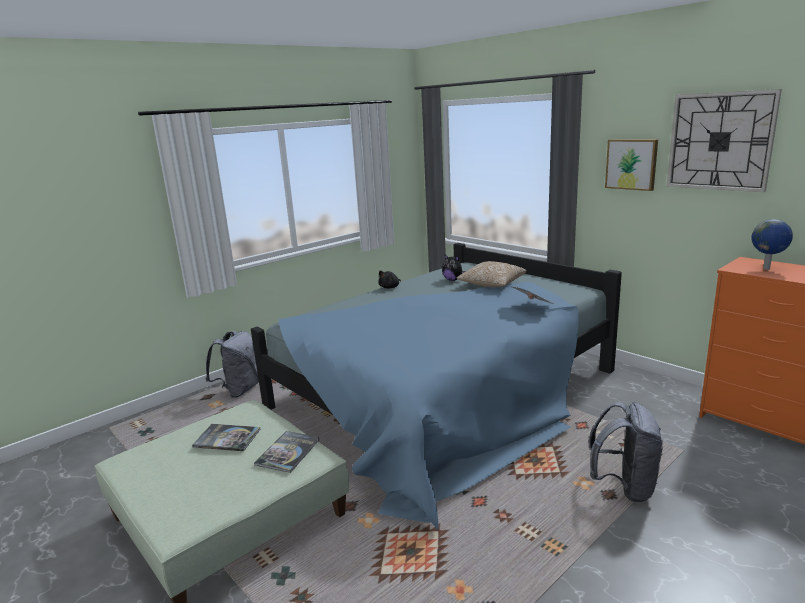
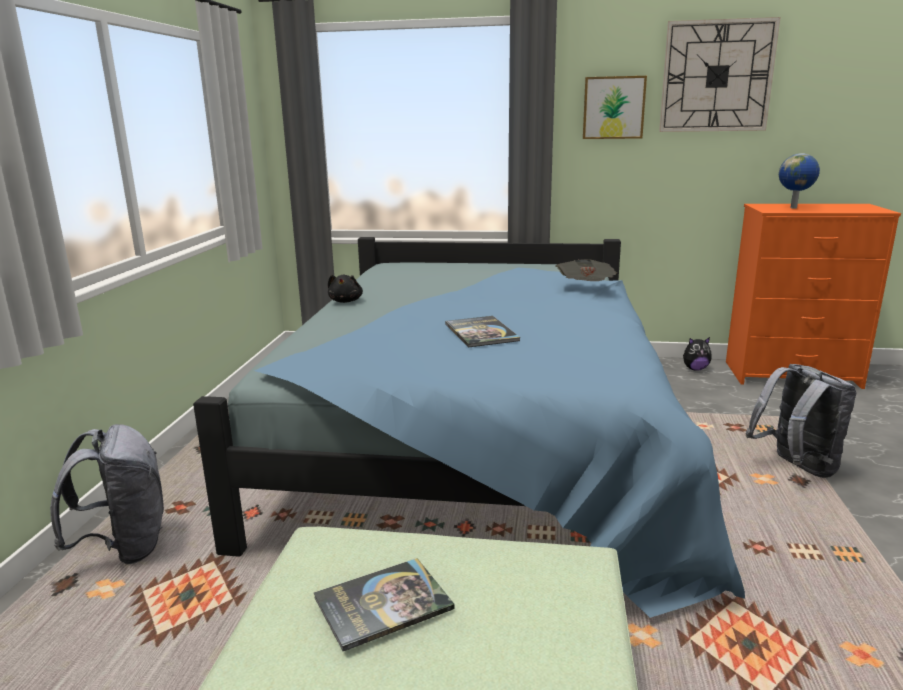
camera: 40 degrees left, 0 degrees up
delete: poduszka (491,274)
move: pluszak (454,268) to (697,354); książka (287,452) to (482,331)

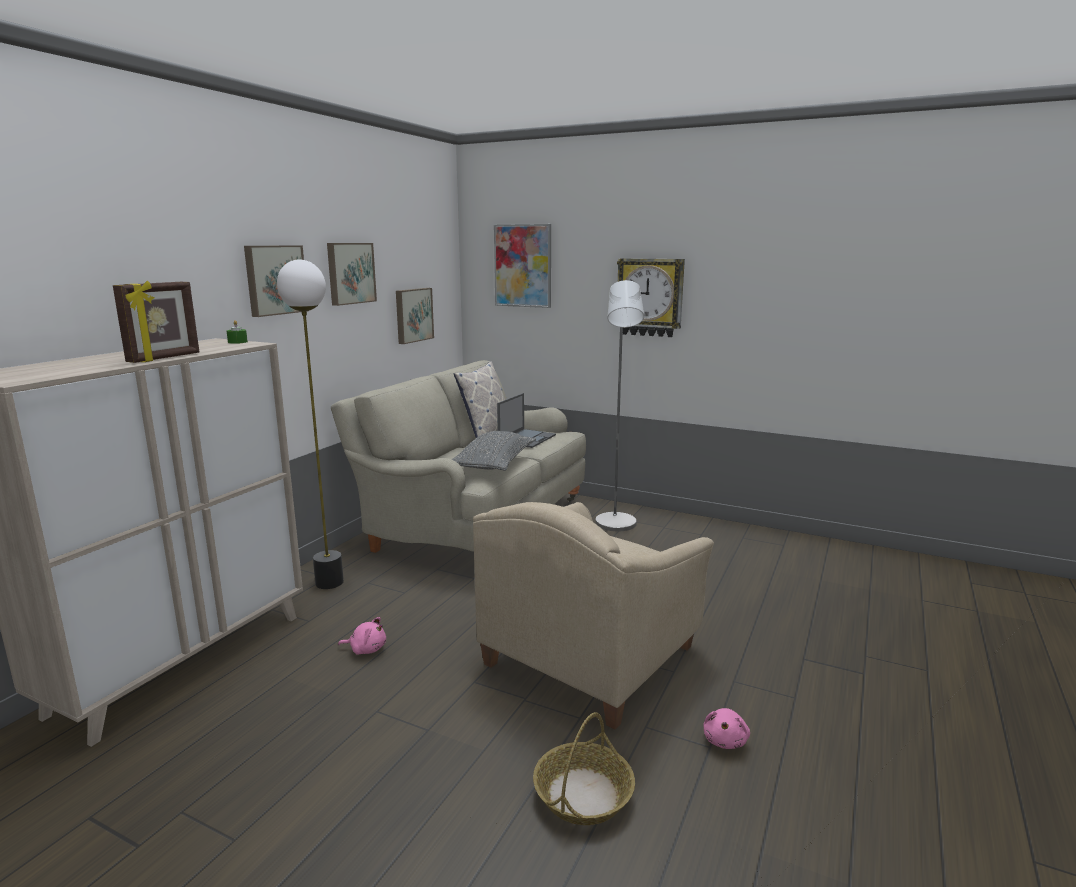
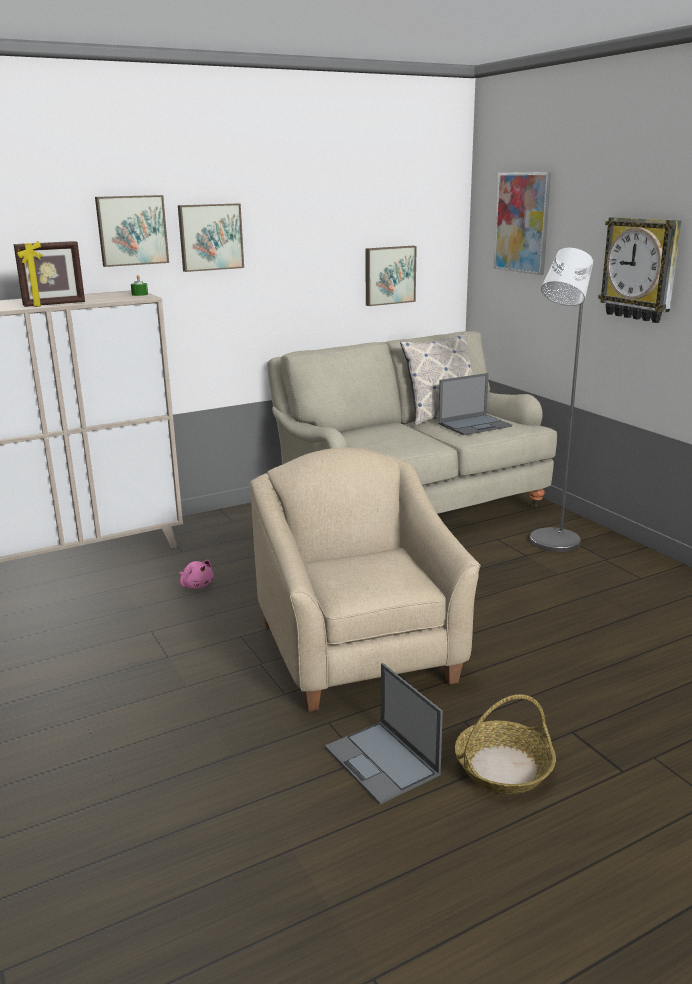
camera: 35 degrees right, 5 degrees up
delete: lampa stojąca (310,424); poduszka [szary] (494,451)
move: obraz (352,274) to (132,231); koszyk (584,768) to (505,744)
replace: pluszak [różowy] (726,728) to laptop (384,734)
rotate: fotel [beżowy] (593,615) = (365,580) 90 degrees clockwise

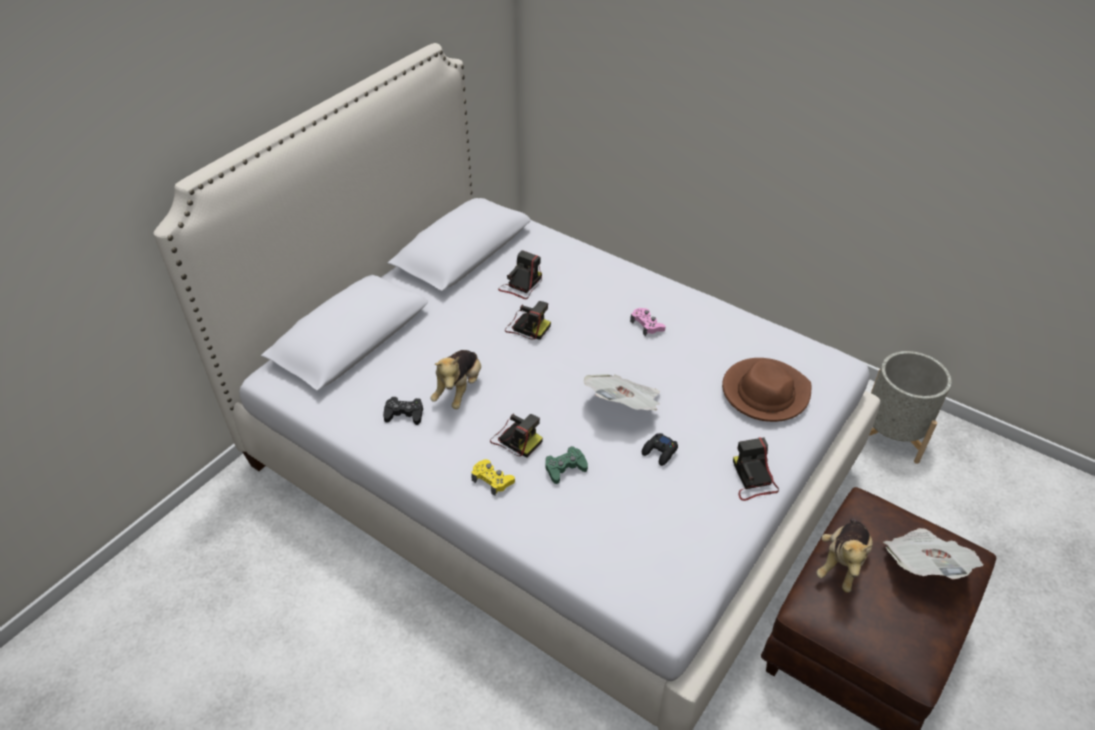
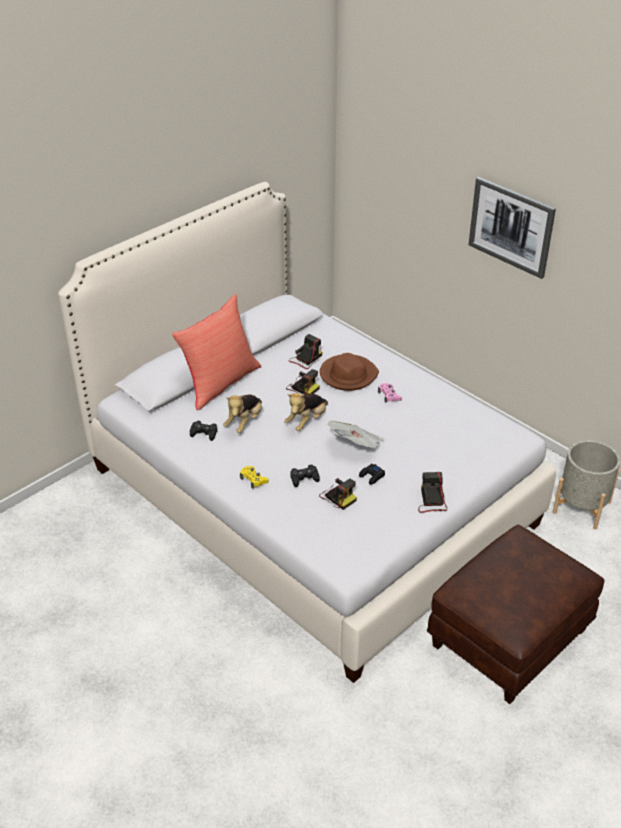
camera: 10 degrees right, 5 degrees down
delete: gazeta (933,553)
insert: obraz (512,228); poduszka [czerwony] (216,352)
move: kapelusz [brązowy] (766,390) to (349,372); aparat fotograficzny (516,435) to (338,494); pluszak (844,556) to (306,412)
recolor: pad do gier [zielony] (566,465) to pad do gier [czarny] (304,475)

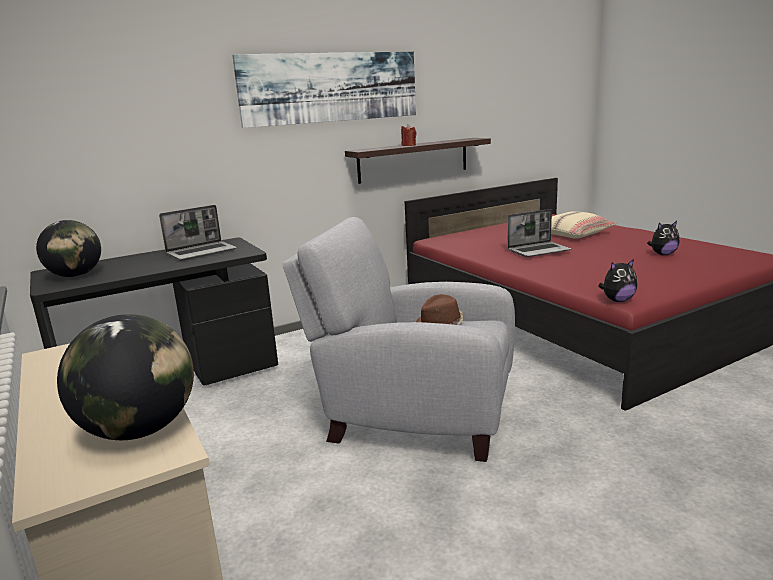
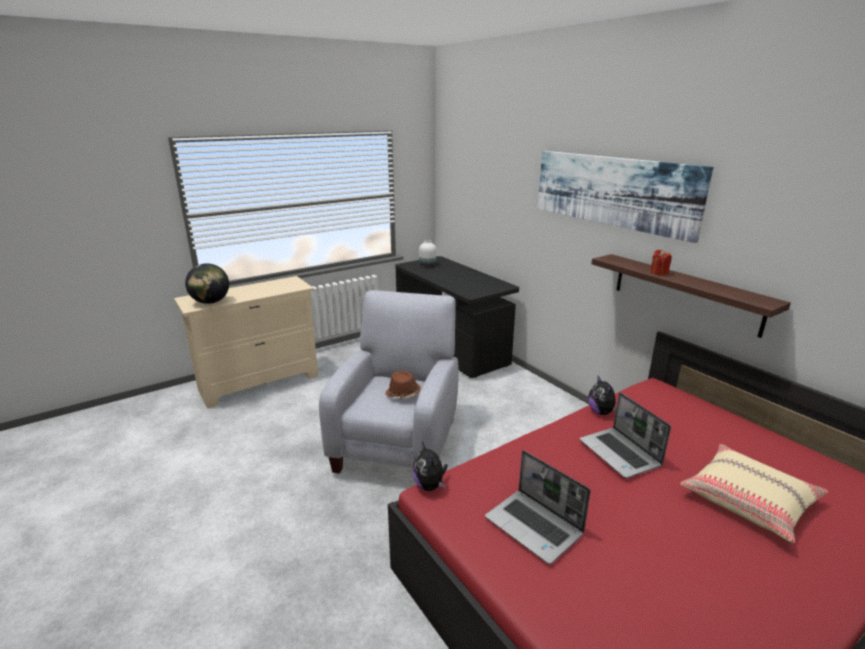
camera: 85 degrees right, 5 degrees up
move: laptop (198,233) to (538,507); pluszak (663,238) to (602,395)
replace: globus (68,248) to wazon [biały] (427,253)

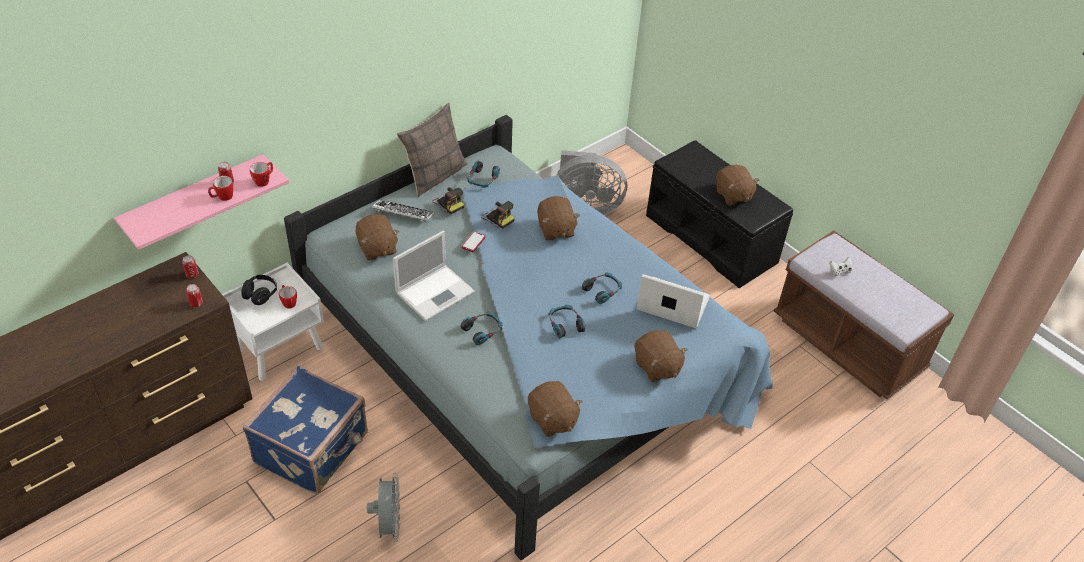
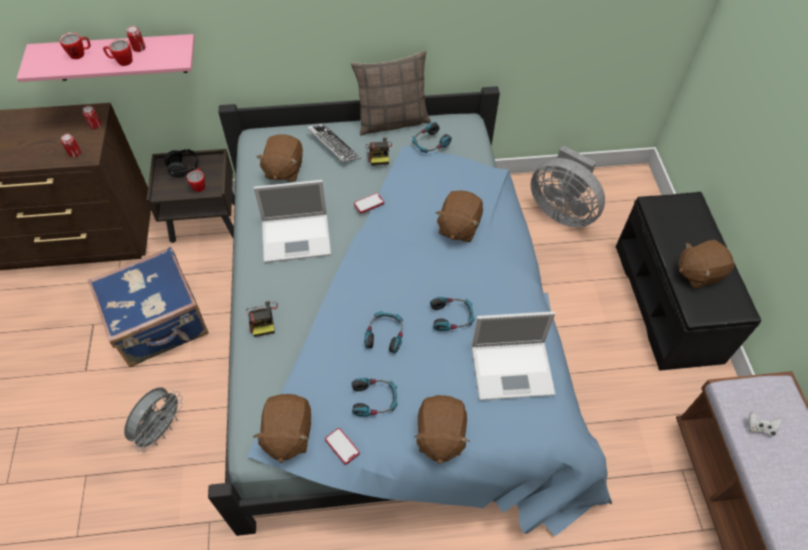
camera: 35 degrees right, 10 degrees up
insert: telefon (342,446)
move: kubek (261,174) to (75,45); aparat fotograficzny (498,215) to (262,319); słuchawki (481,328) to (374,397)
recolor: szafka nocna [biały] (273,322) to szafka nocna [brązowy] (191,196)
rotate: pluszak [brązowy] (737,185) = (706,264) 60 degrees clockwise; laptop (673,301) = (514,355) 120 degrees clockwise

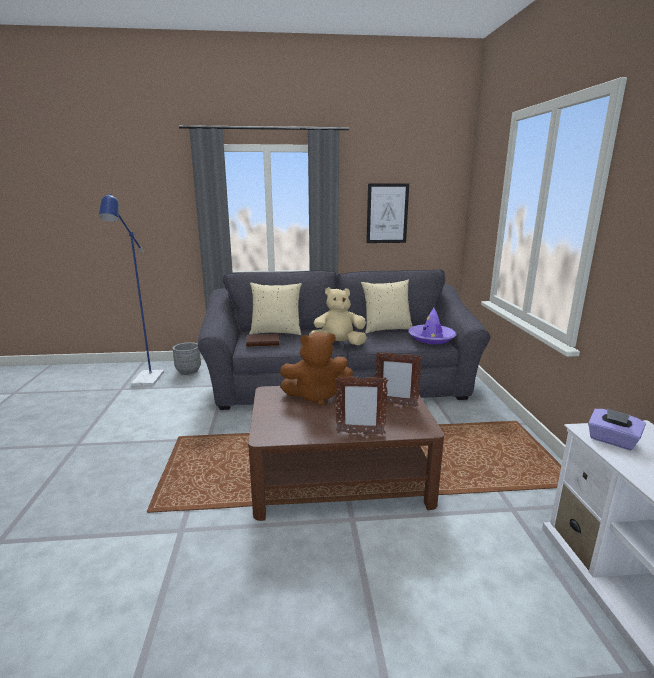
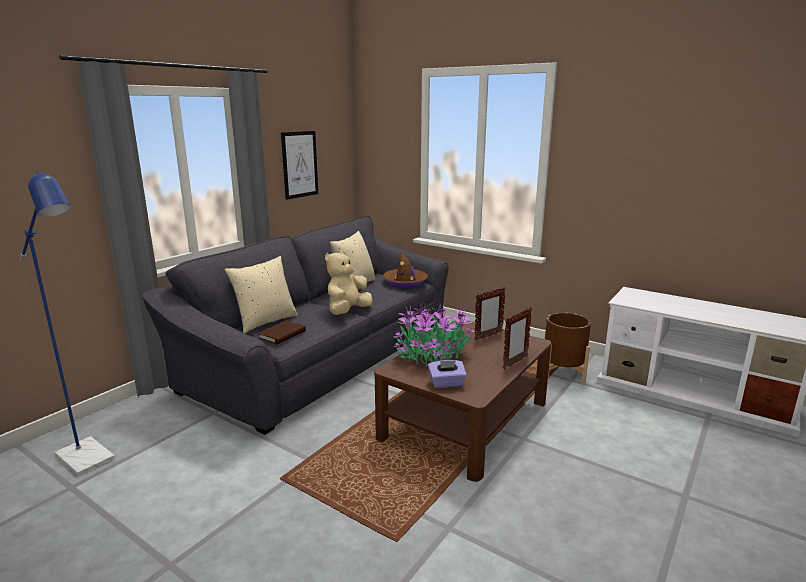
camera: 50 degrees left, 0 degrees up
delete: donica [szary] (187,358)
insert: donica [brązowy] (567,348)
move: pudełko chusteczek [fioletowy] (617,429) to (447,374)
replace: pluszak [brązowy] (316,369) to roślina doniczkowa (434,334)
recolor: kapelusz [fioletowy] (432,326) to kapelusz [brązowy] (405,269)

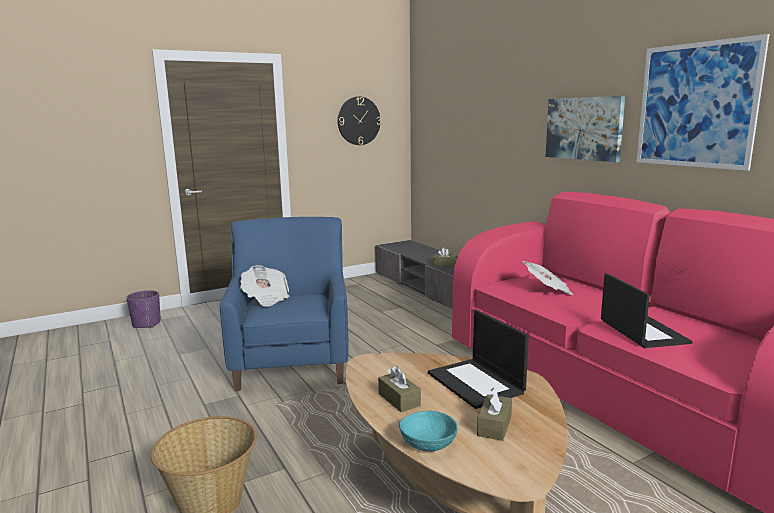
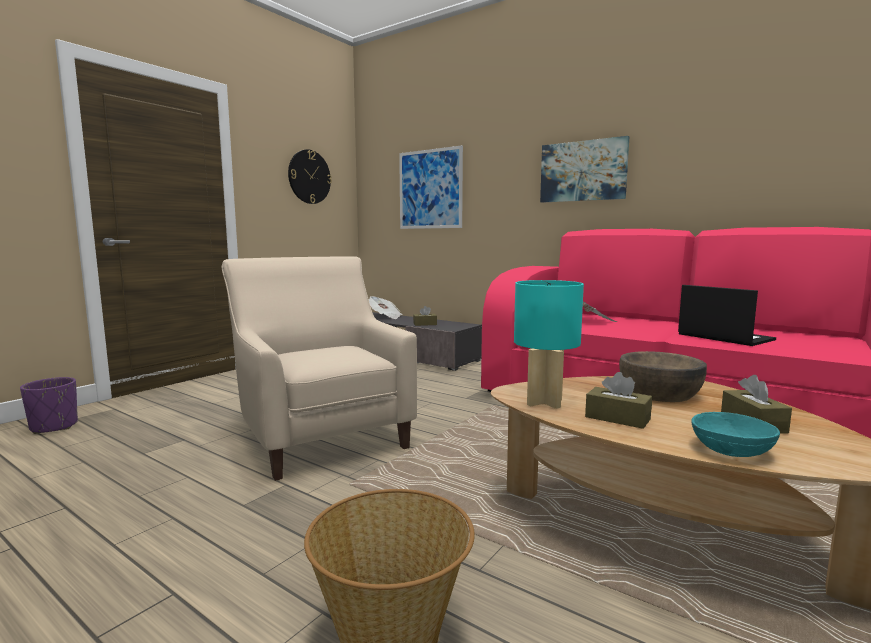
camera: 25 degrees left, 5 degrees down
insert: lampa stołowa [turkusowy] (549,344)
move: obraz (703,102) to (431,187); gazeta (265,286) to (385,307)
replace: laptop (478,359) to miska [brązowy] (663,376)
recolor: fotel [niebieski] (284,304) to fotel [beżowy] (319,369)

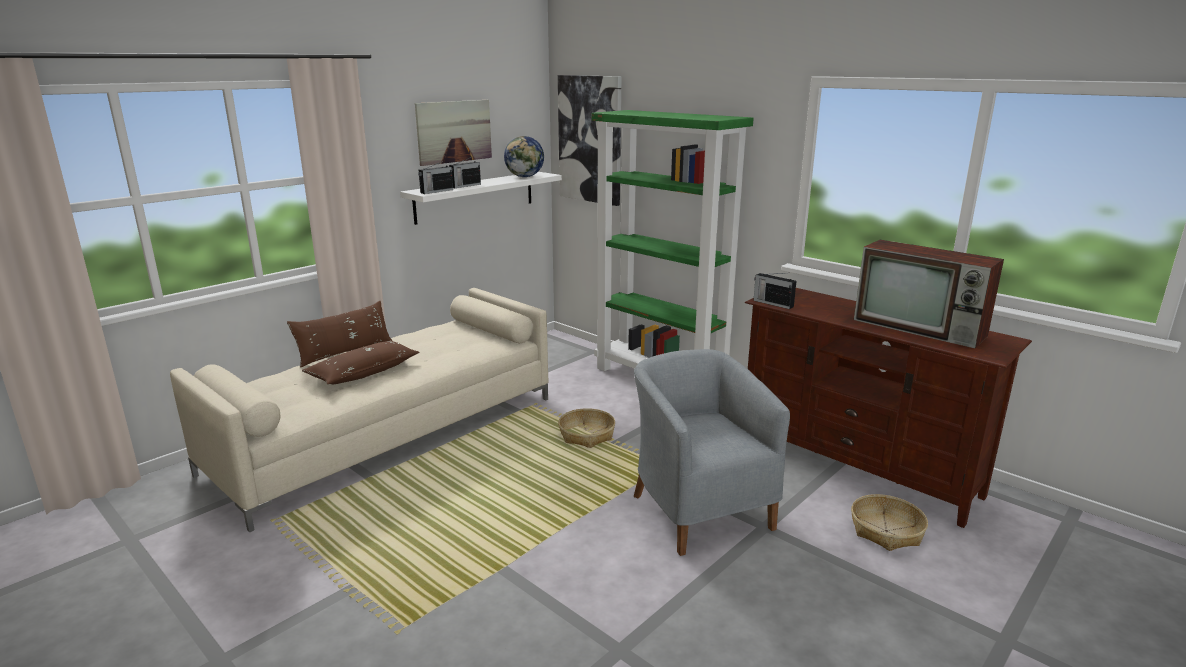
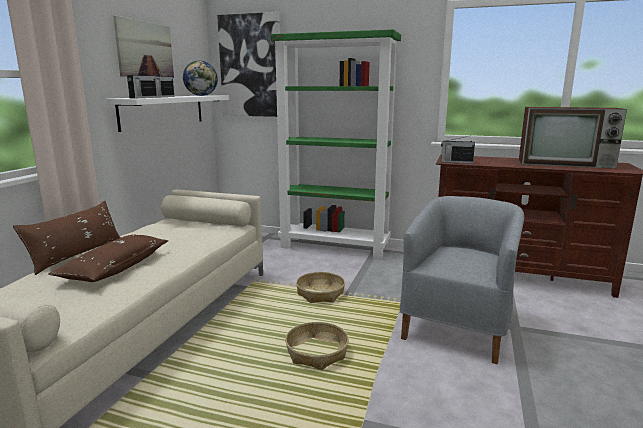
camera: 25 degrees left, 5 degrees down
move: koszyk (889,522) to (317,346)
rotate: fotel [szary] (712,452) = (462,280) 75 degrees clockwise

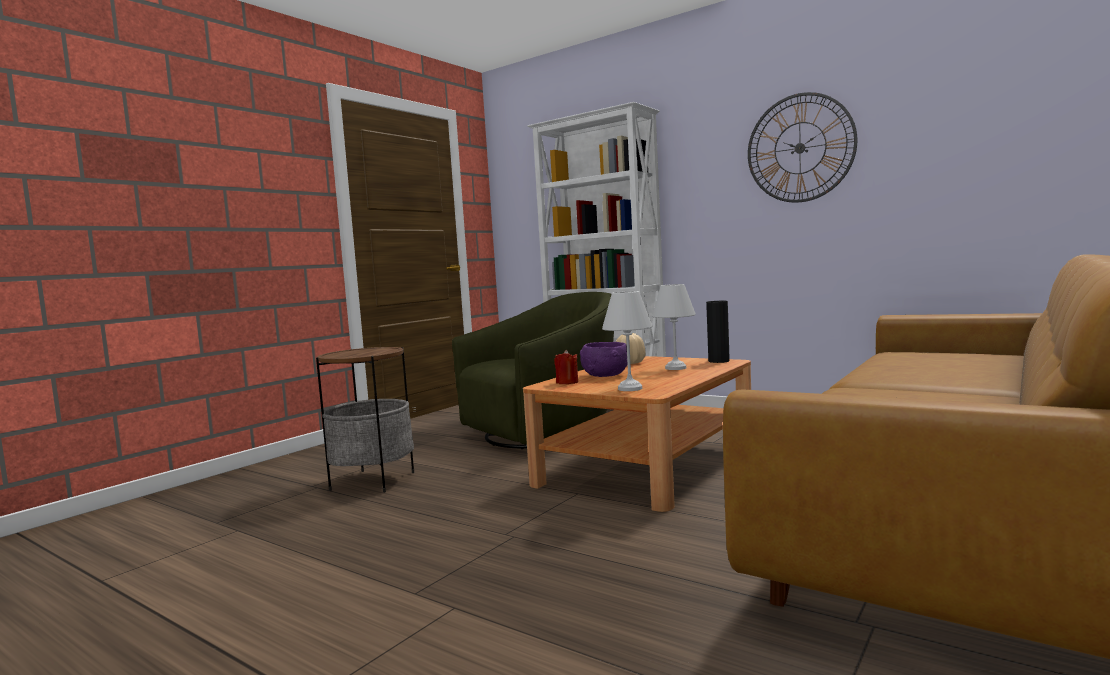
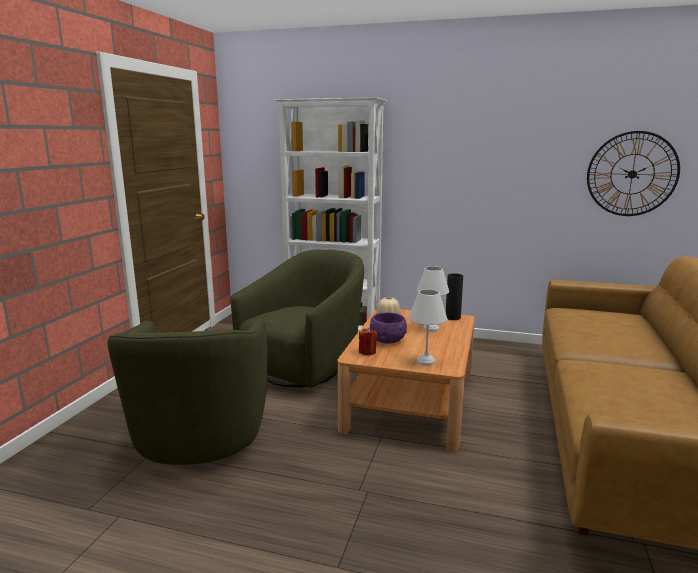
camera: 20 degrees left, 10 degrees up
move: zegar ścienny (802,147) to (633,173)
replace: stolik (365,420) to fotel [zielony] (187,391)

